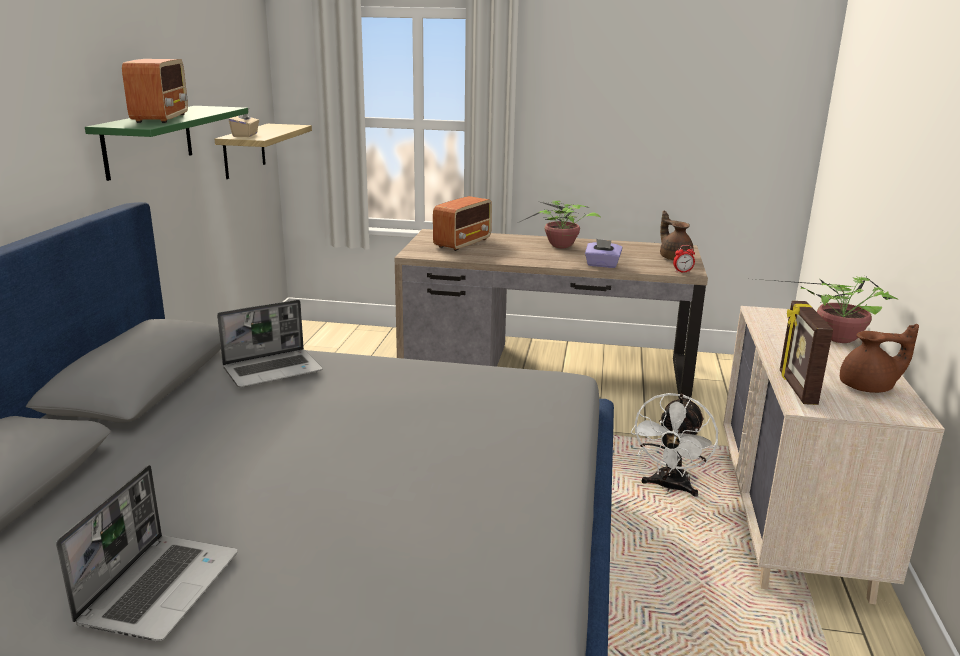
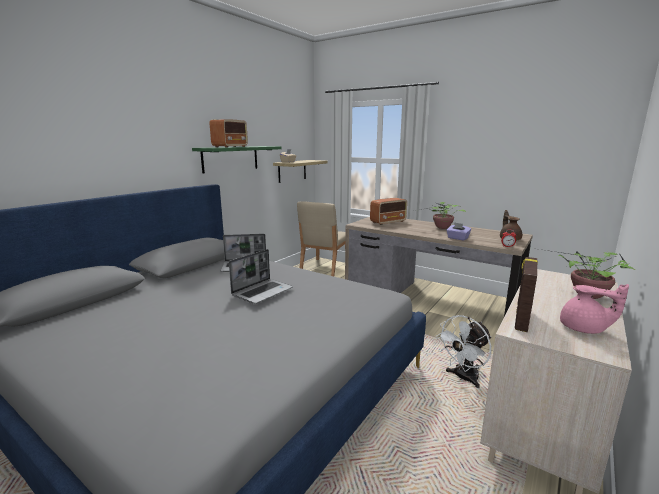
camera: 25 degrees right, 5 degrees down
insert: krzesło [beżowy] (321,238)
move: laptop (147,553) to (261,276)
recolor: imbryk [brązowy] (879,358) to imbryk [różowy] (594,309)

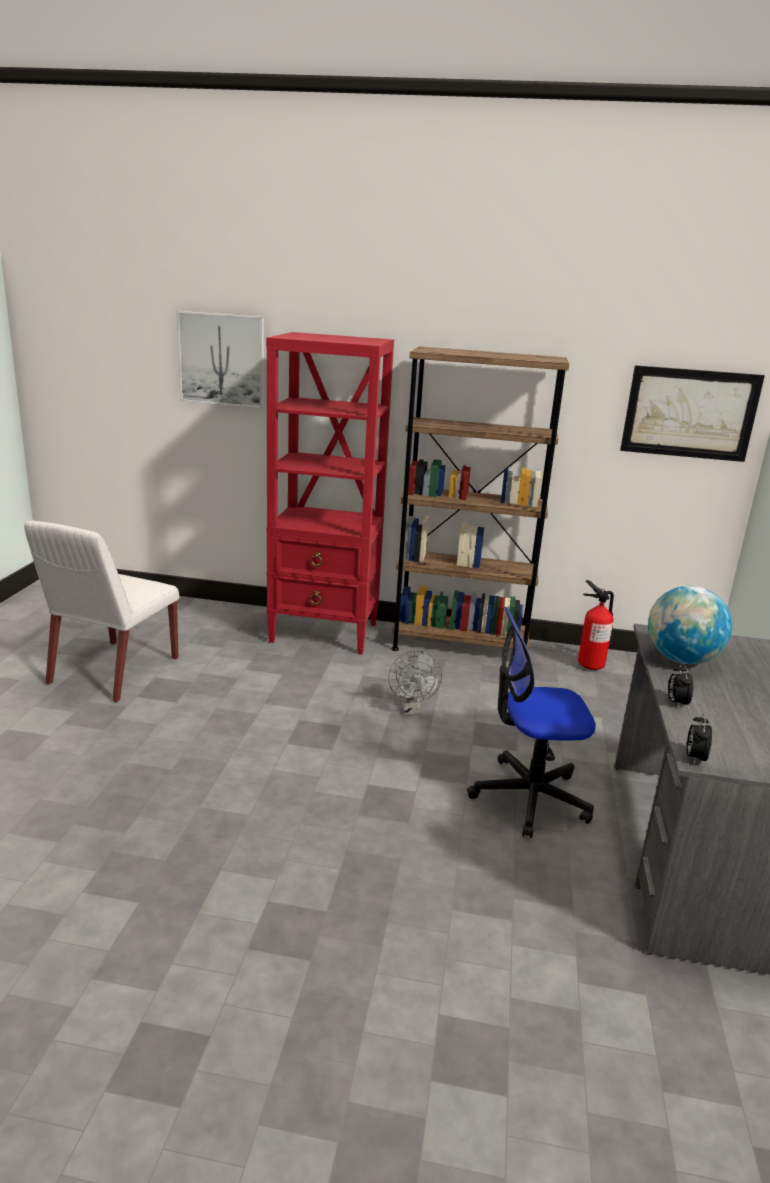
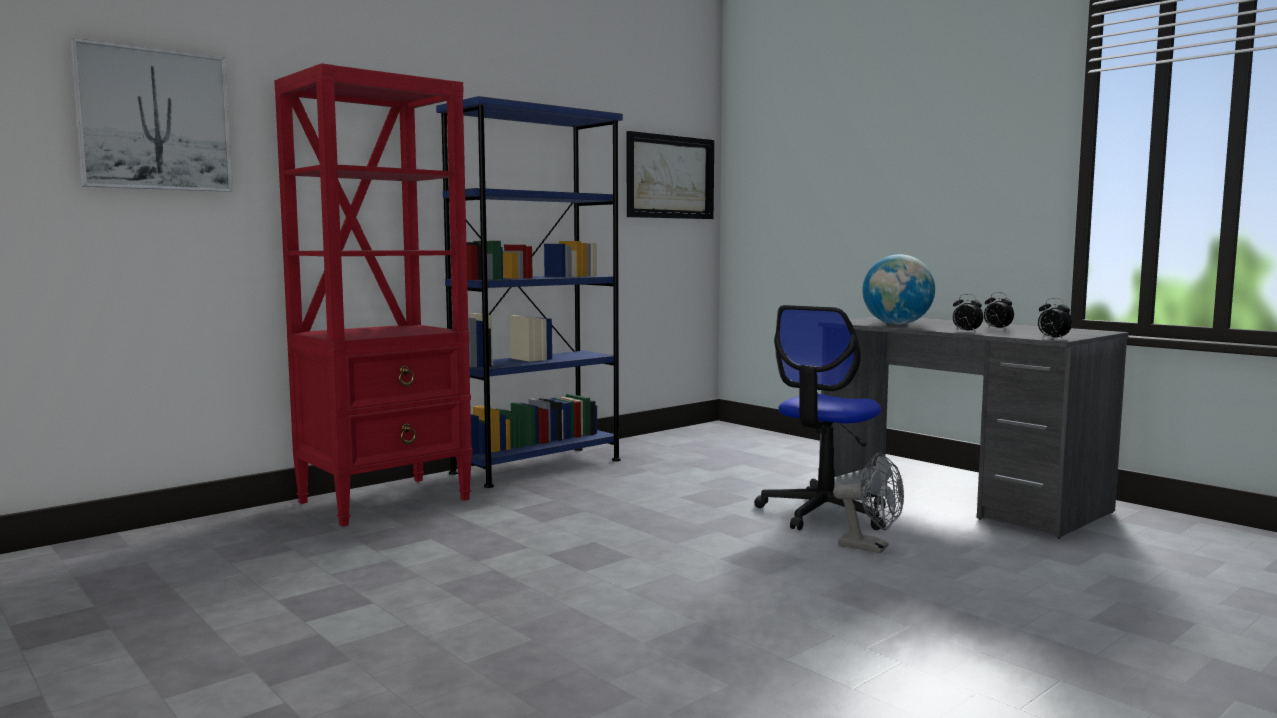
camera: 50 degrees left, 15 degrees down
delete: krzesło [biały] (101,611); gaśnica (596,625)
insert: budzik (999,310)
move: wentylator [szary] (415,682) to (868,502)
recolor: regał [brązowy] (480,498) to regał [niebieski] (529,292)

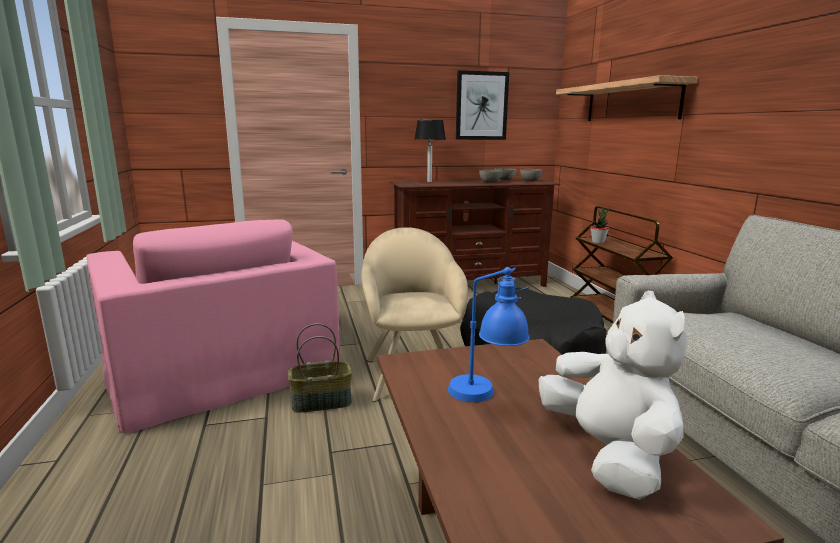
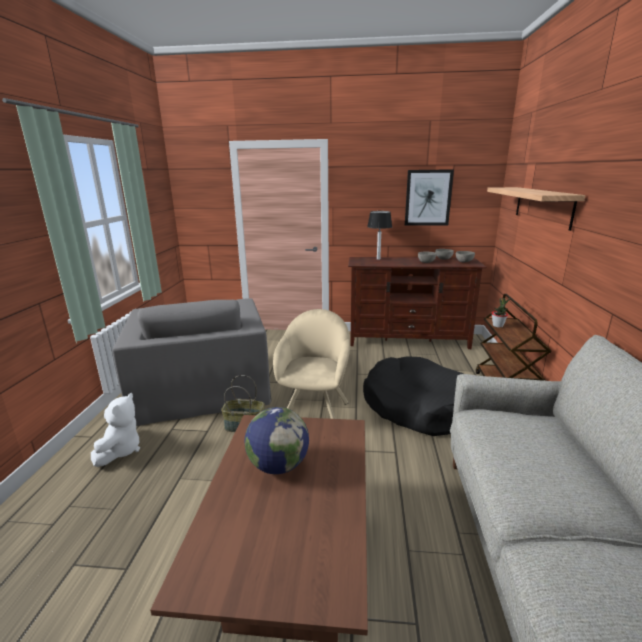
camera: 20 degrees right, 5 degrees up
move: pluszak [biały] (612,395) to (115,430)
replace: lampa stołowa [niebieski] (489,334) to globus (276,440)
recolor: fotel [różowy] (213,326) to fotel [szary] (191,362)

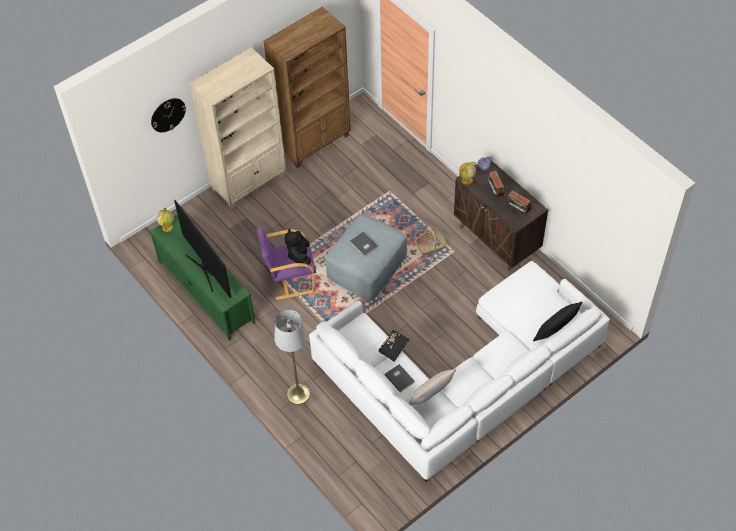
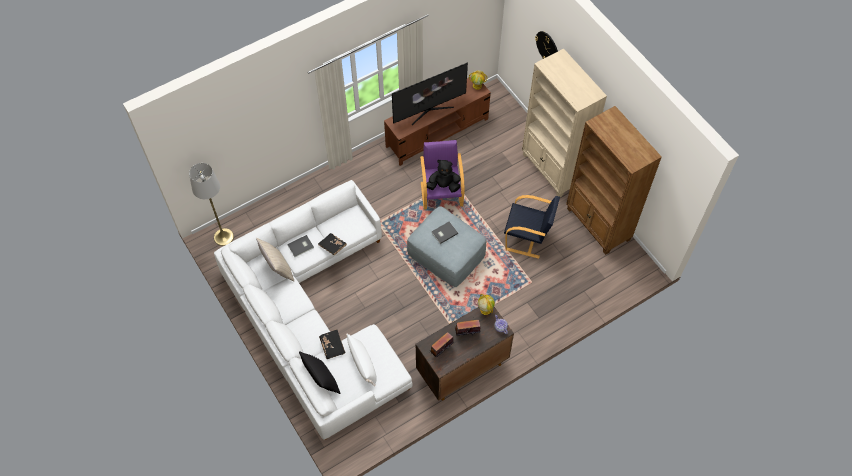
camera: 95 degrees right, 5 degrees up
delete: koszyk (431,240)
insert: fotel [czarny] (532,227); książka [czarny] (332,344); poduszka [biały] (361,360)
move: lampa stojąca [szary] (292,357) to (211,204)
recolor: szafka pod telewizor [zielony] (202,277) to szafka pod telewizor [brązowy] (437,121)

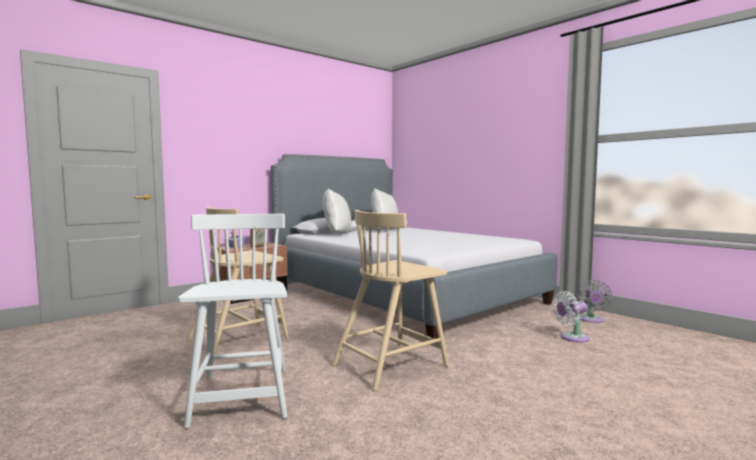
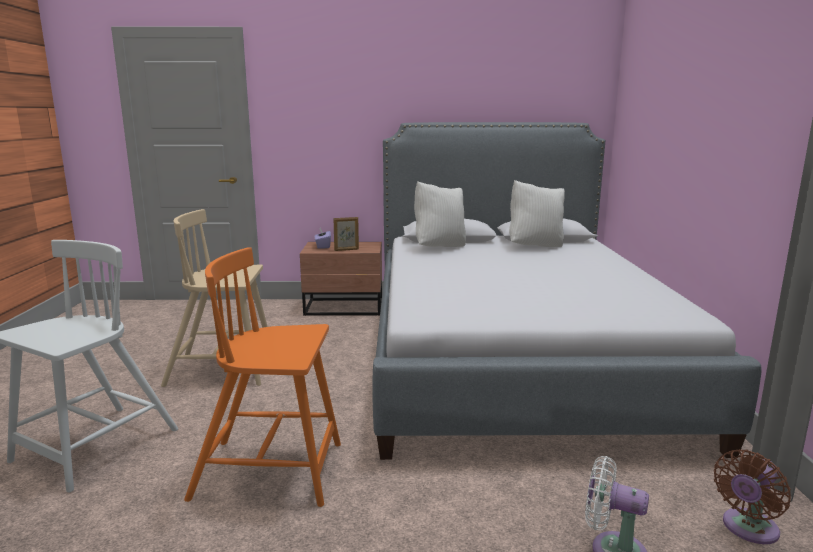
camera: 40 degrees right, 10 degrees up
recolor: krzesło [beżowy] (390,300) to krzesło [pomarańczowy] (262,377); wentylator [szary] (595,301) to wentylator [brązowy] (752,497)

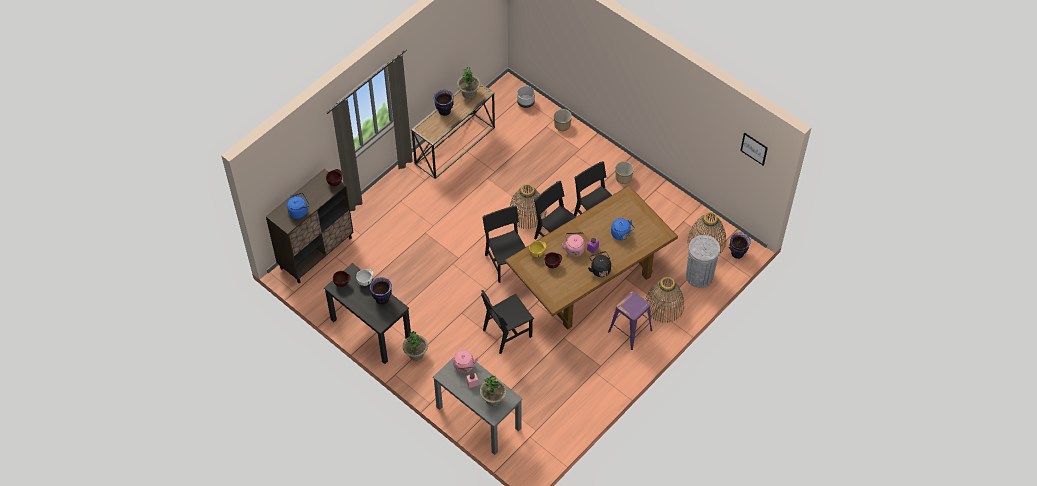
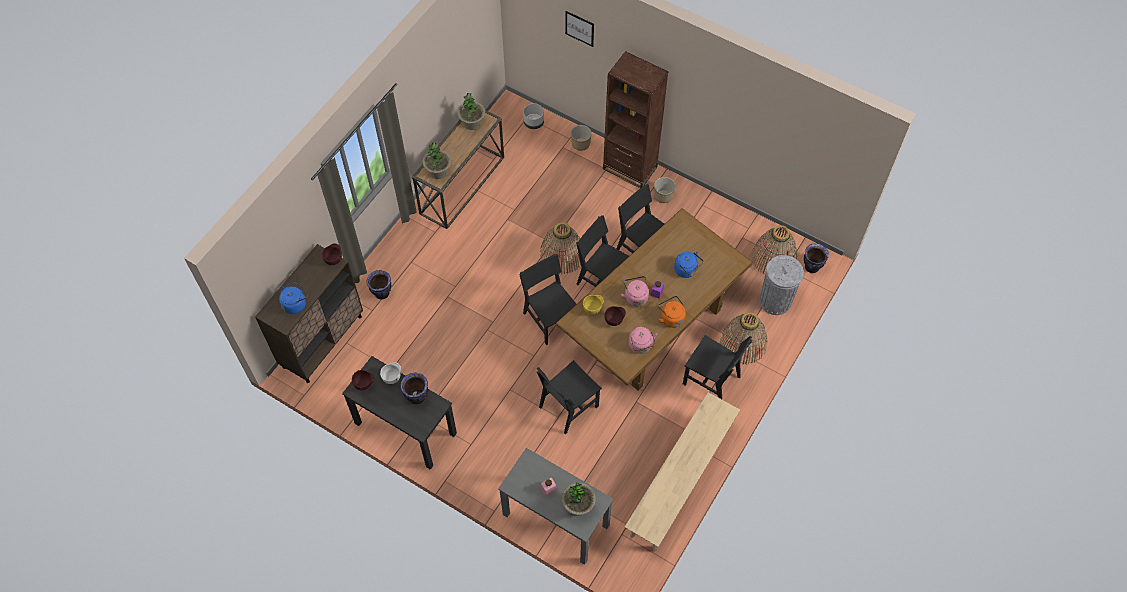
camera: 10 degrees left, 5 degrees up
insert: regał [brązowy] (635,119); ławka [beżowy] (682,472)
move: wazon (444,103) to (379,285); obraz (754,149) to (579,29); roślina doniczkowa (415,346) to (436,160); czajnik [różowy] (465,361) to (643,340)
replace: stołek [fioletowy] (630,320) to krzesło [czarny] (718,367)
recolor: czajnik [czarny] (599,264) to czajnik [pomarańczowy] (672,312)

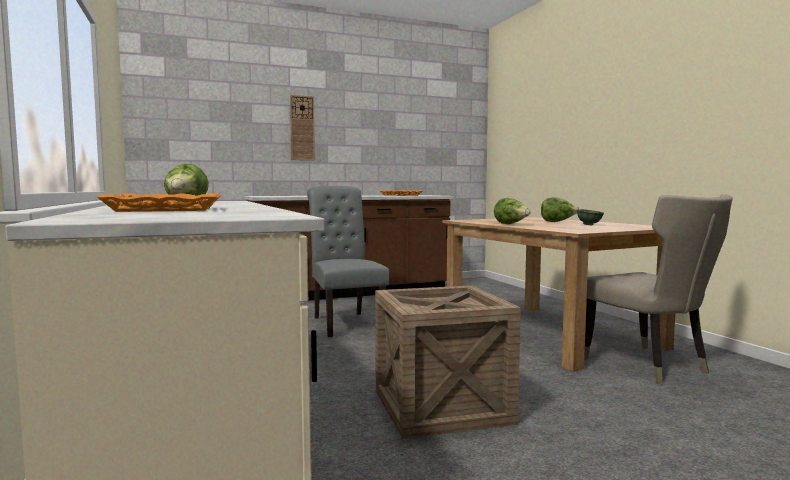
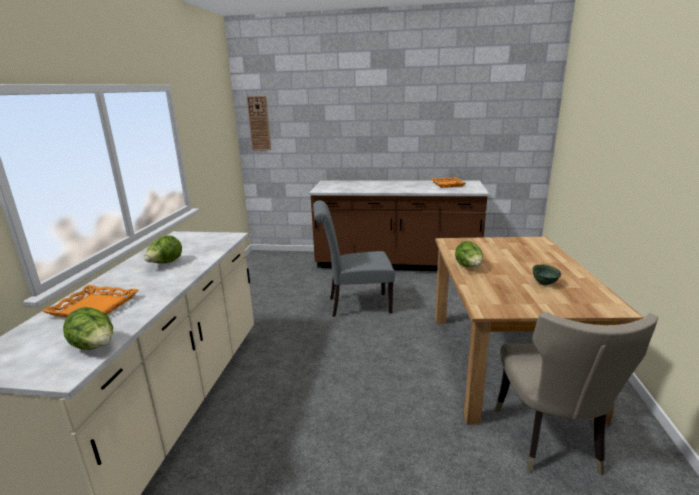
camera: 30 degrees right, 15 degrees up
delete: skrzynka (448,362)
move: zegar ścienny (302,127) to (259,123); sałata (560,209) to (88,328)
rotate: krzesło [szary] (348,261) = (354,258) 105 degrees counterclockwise

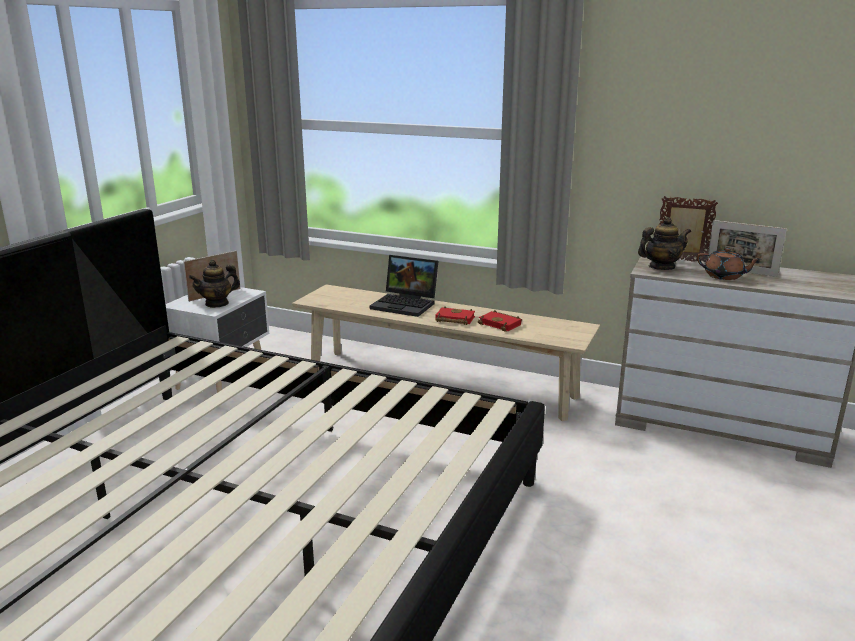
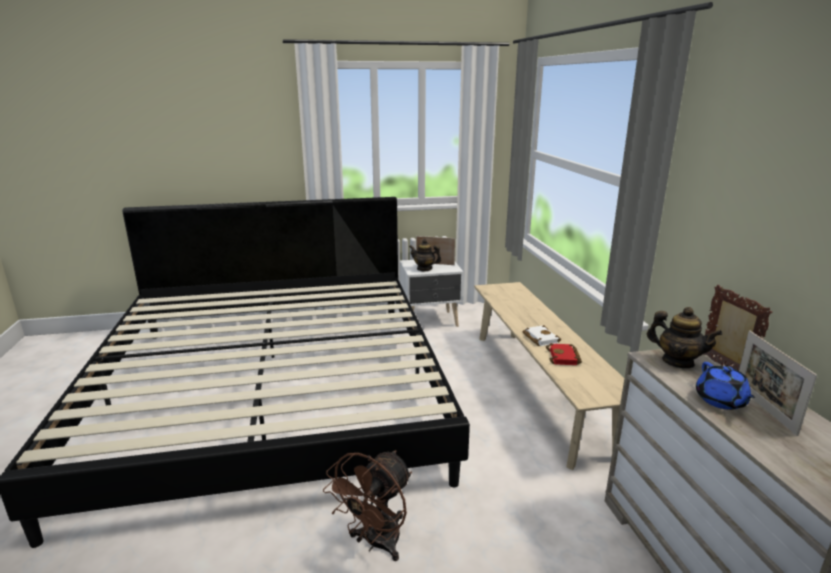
camera: 55 degrees right, 0 degrees up
delete: laptop (404,286)
insert: wentylator [brązowy] (367,505)
recolor: imbryk [brązowy] (729,264) to imbryk [niebieski] (725,386); książka [czerwony] (455,315) to książka [biały] (541,335)

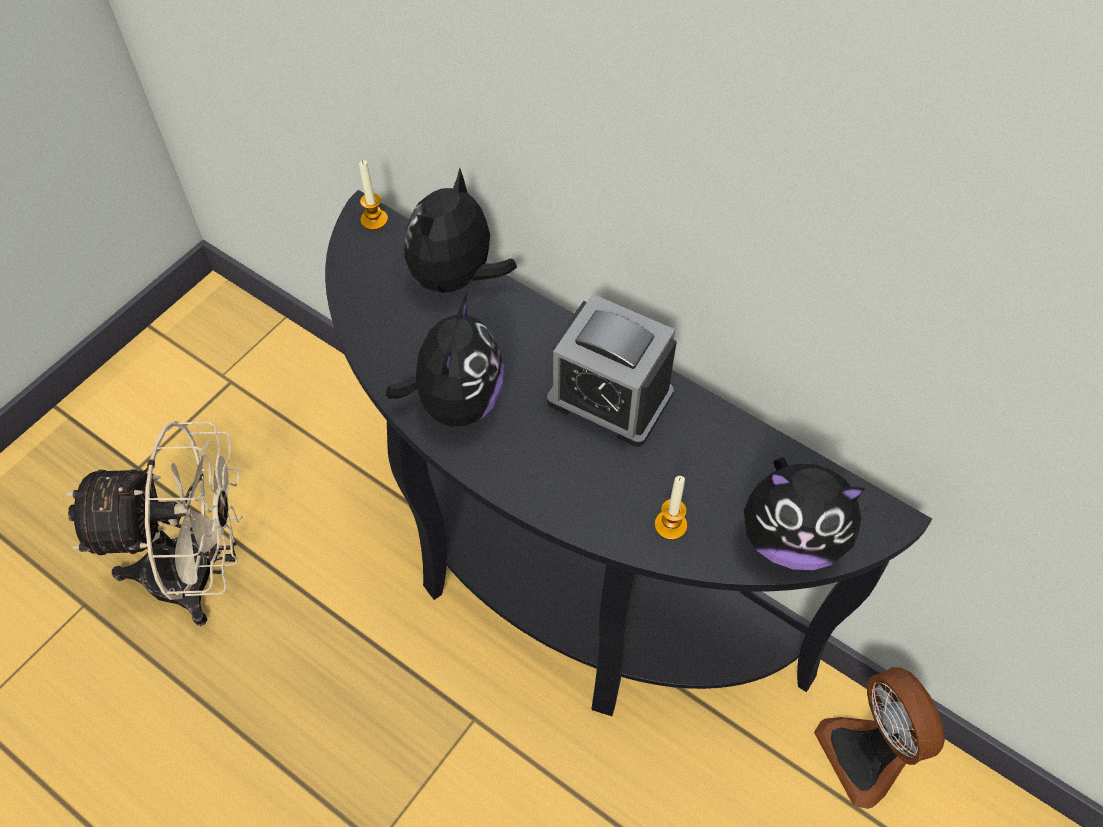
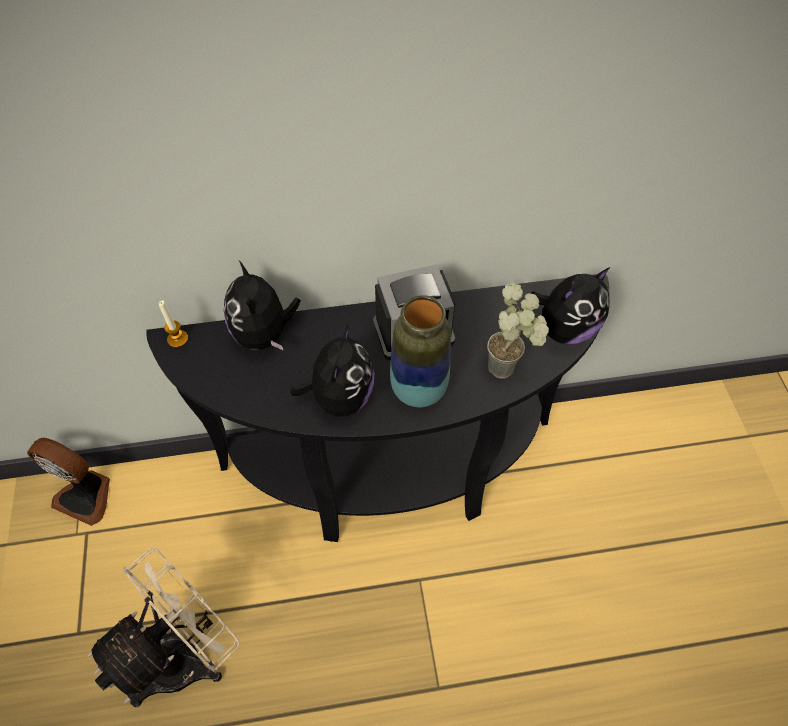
camera: 45 degrees left, 0 degrees up
insert: wazon (420,351)
move: wentylator (879,738) to (68,482)
replace: świeca (670,508) to roślina doniczkowa (518,330)
rotate: pluszak (445,360) = (332,370) 45 degrees clockwise

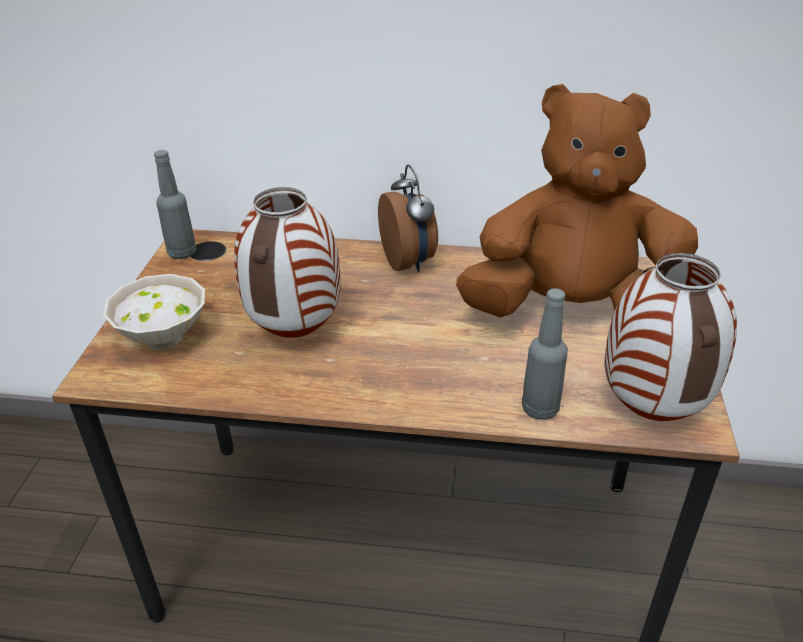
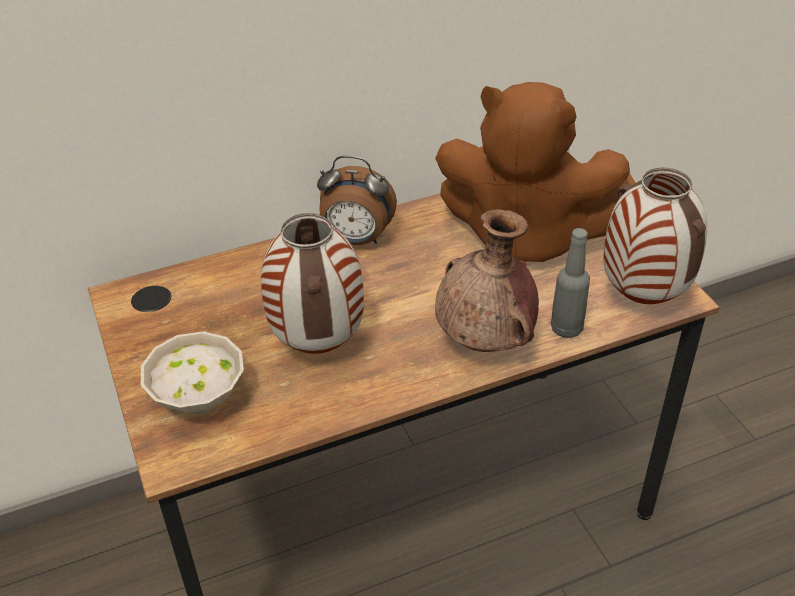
camera: 30 degrees left, 5 degrees up
delete: butelka [szary] (175,204)
insert: wazon [brązowy] (487,280)
rotate: pluszak [brązowy] (577,201) = (535,174) 135 degrees counterclockwise; budzik (408,219) = (357,200) 150 degrees clockwise

